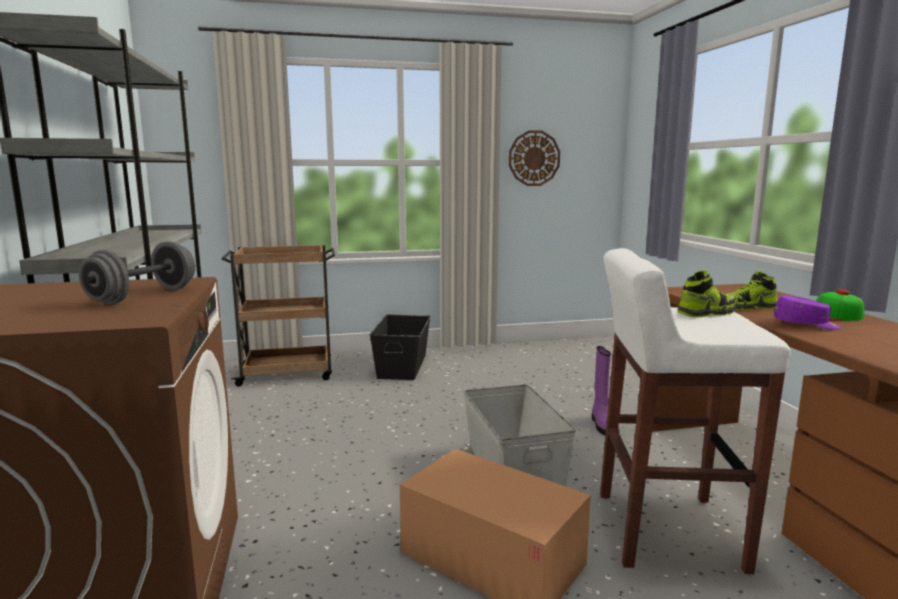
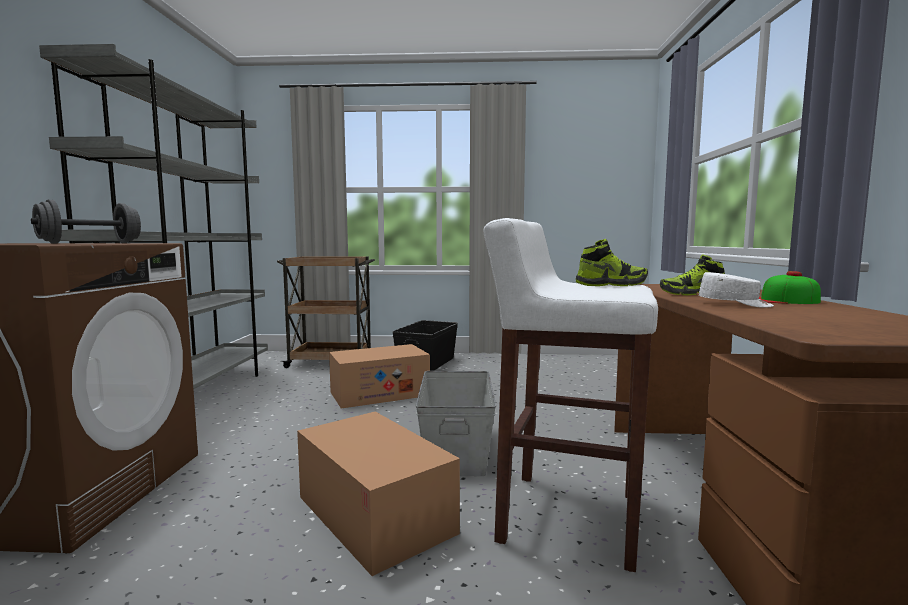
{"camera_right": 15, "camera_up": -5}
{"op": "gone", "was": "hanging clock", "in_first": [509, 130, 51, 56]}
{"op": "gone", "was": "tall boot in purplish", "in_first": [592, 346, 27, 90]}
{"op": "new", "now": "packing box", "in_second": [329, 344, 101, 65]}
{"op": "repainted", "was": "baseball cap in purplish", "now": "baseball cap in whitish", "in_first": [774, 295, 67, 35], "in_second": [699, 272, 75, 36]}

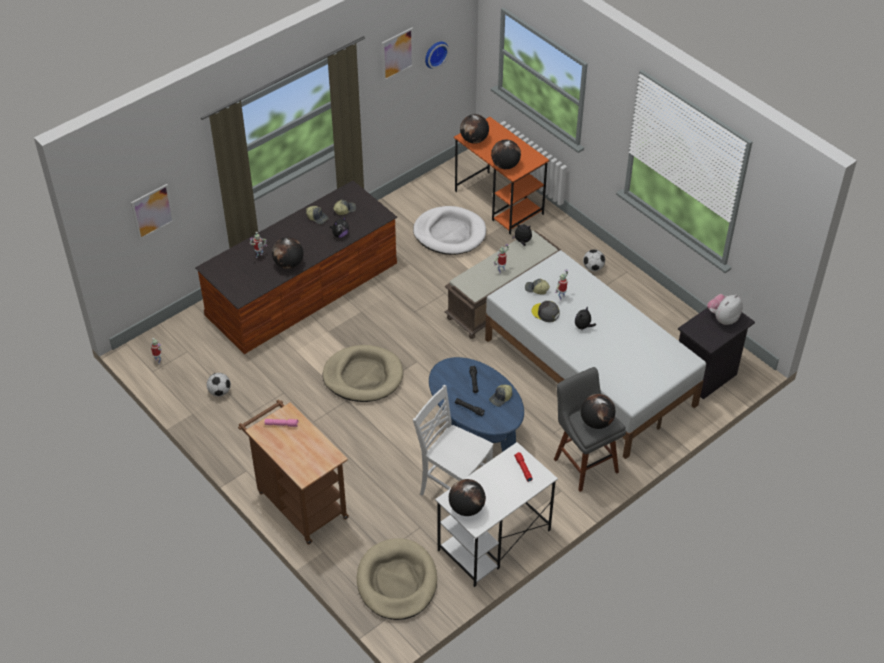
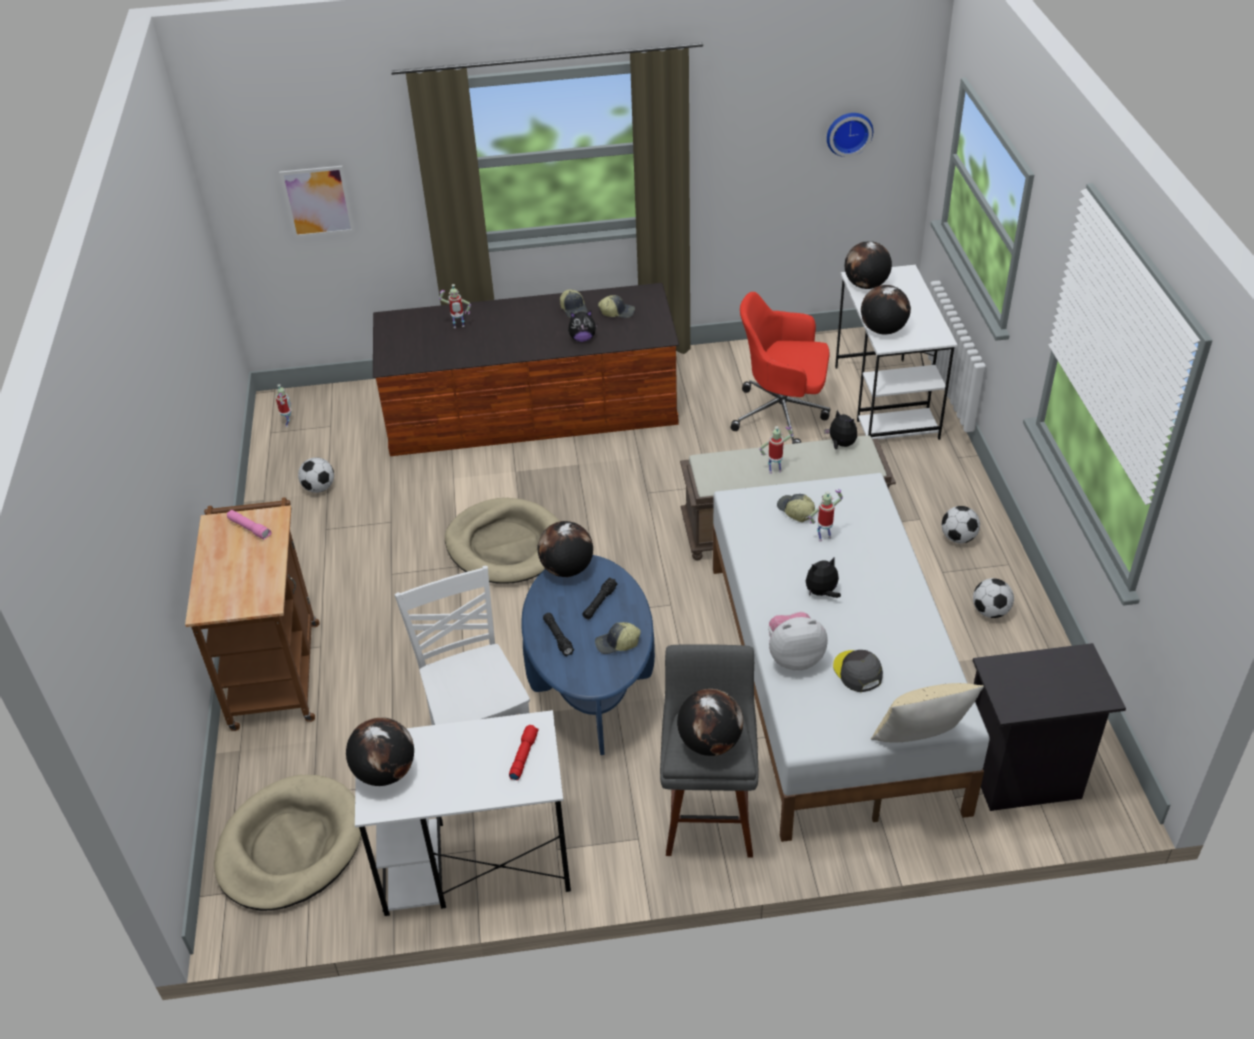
{"camera_right": 35, "camera_up": -5}
{"op": "gone", "was": "wall art", "in_first": [382, 27, 32, 54]}
{"op": "new", "now": "throw pillow in beige-coloured", "in_second": [871, 683, 113, 59]}
{"op": "new", "now": "football ball", "in_second": [973, 578, 41, 40]}
{"op": "shifted", "was": "desk globe", "in_first": [272, 237, 32, 32], "in_second": [537, 521, 56, 56]}
{"op": "shifted", "was": "baseball cap in grey", "in_first": [532, 301, 28, 21], "in_second": [833, 650, 50, 42]}
{"op": "shifted", "was": "plush toy", "in_first": [707, 294, 36, 31], "in_second": [768, 612, 60, 58]}
{"op": "swapped", "was": "dog bed in whitish", "now": "computer chair in reddish", "in_first": [413, 206, 73, 49], "in_second": [731, 292, 99, 152]}
{"op": "repainted", "was": "desk table in orange", "now": "desk table in whitish", "in_first": [454, 117, 96, 118], "in_second": [835, 265, 123, 175]}

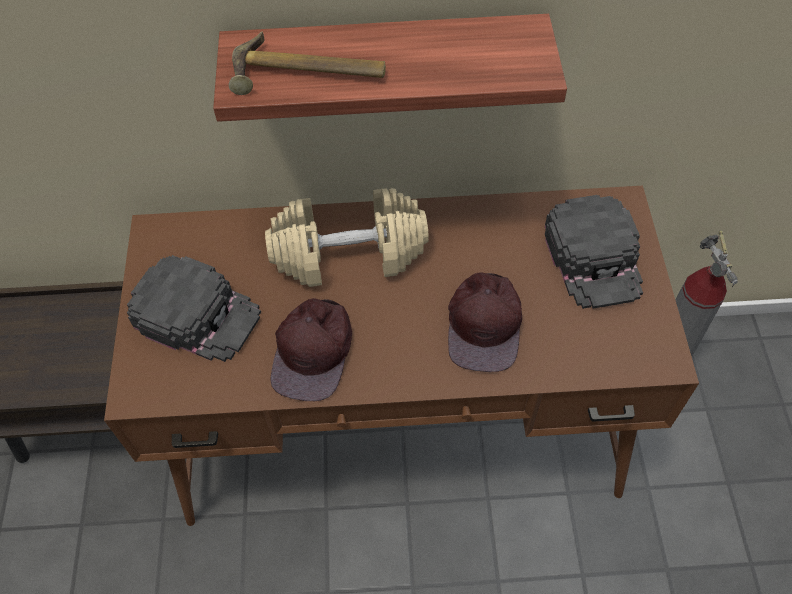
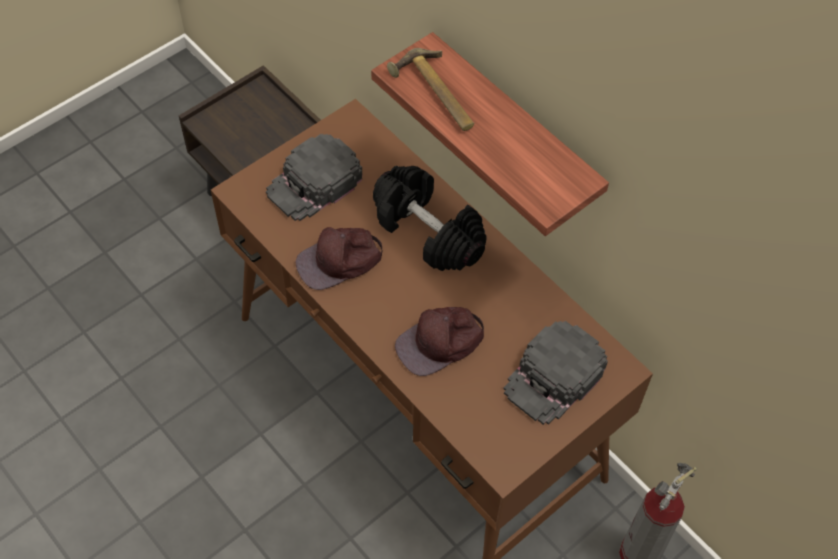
{"camera_right": 50, "camera_up": 0}
{"op": "repainted", "was": "hand weight in beige-coloured", "now": "hand weight in black", "in_first": [265, 188, 164, 99], "in_second": [373, 166, 114, 105]}
{"op": "rotated", "was": "baseball cap in black", "in_first": [127, 255, 134, 107], "in_second": [266, 134, 97, 87], "clockwise": 60}

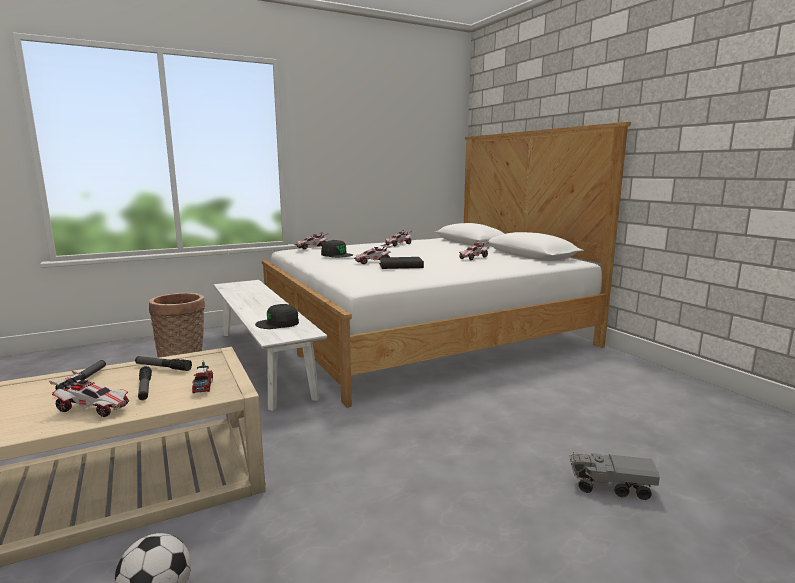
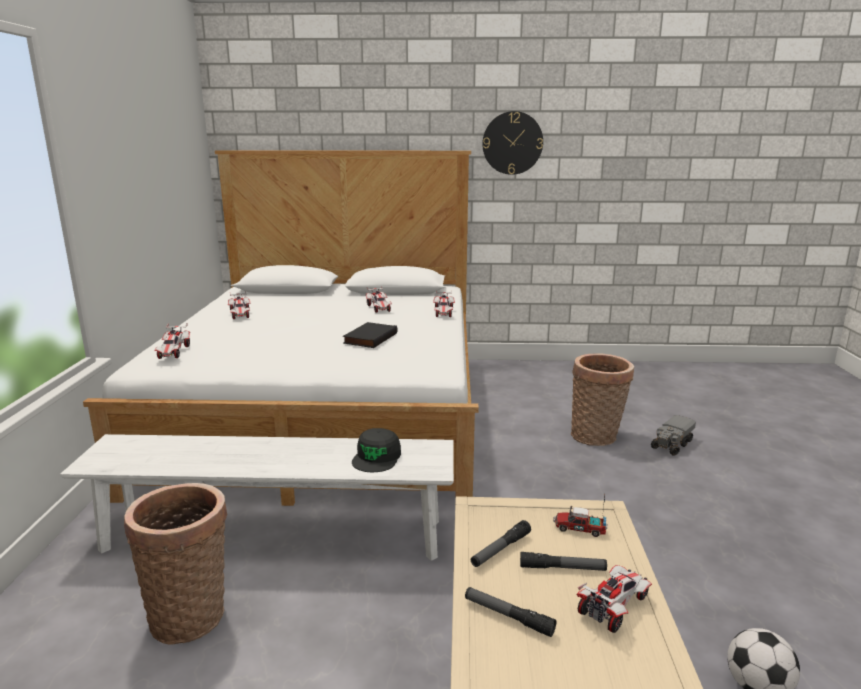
{"camera_right": -60, "camera_up": 5}
{"op": "gone", "was": "baseball cap in black", "in_first": [321, 240, 32, 18]}
{"op": "new", "now": "hanging clock", "in_second": [482, 111, 61, 64]}
{"op": "new", "now": "household basket", "in_second": [571, 354, 63, 92]}
{"op": "shifted", "was": "toy car", "in_first": [354, 244, 38, 20], "in_second": [433, 290, 22, 27]}

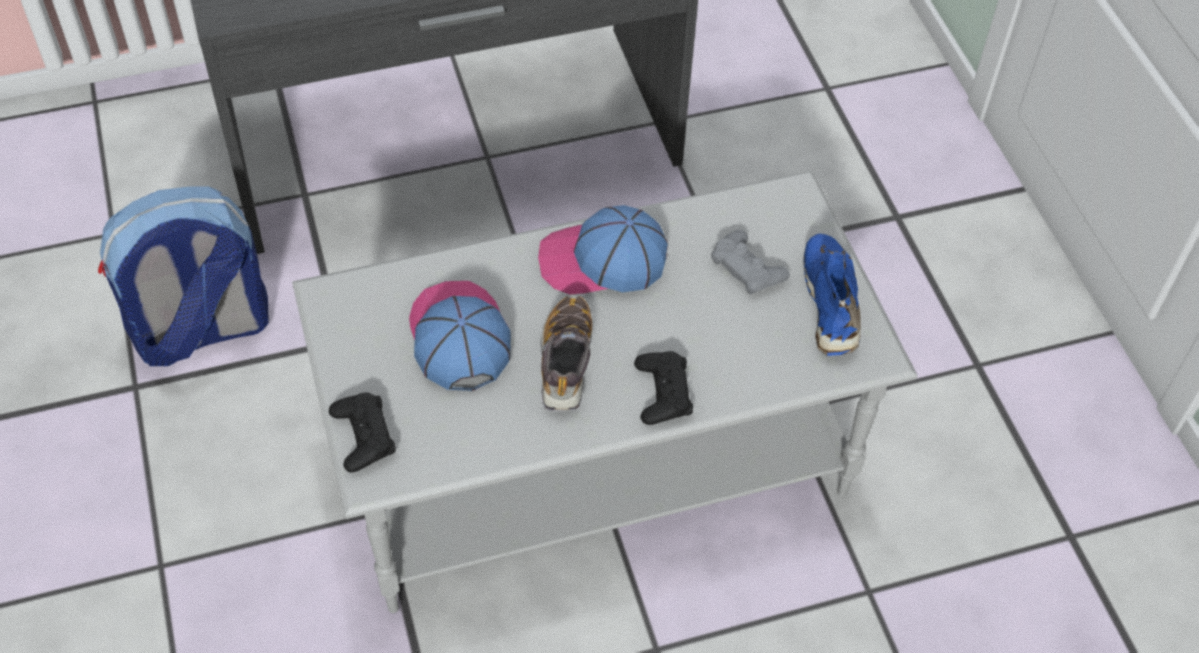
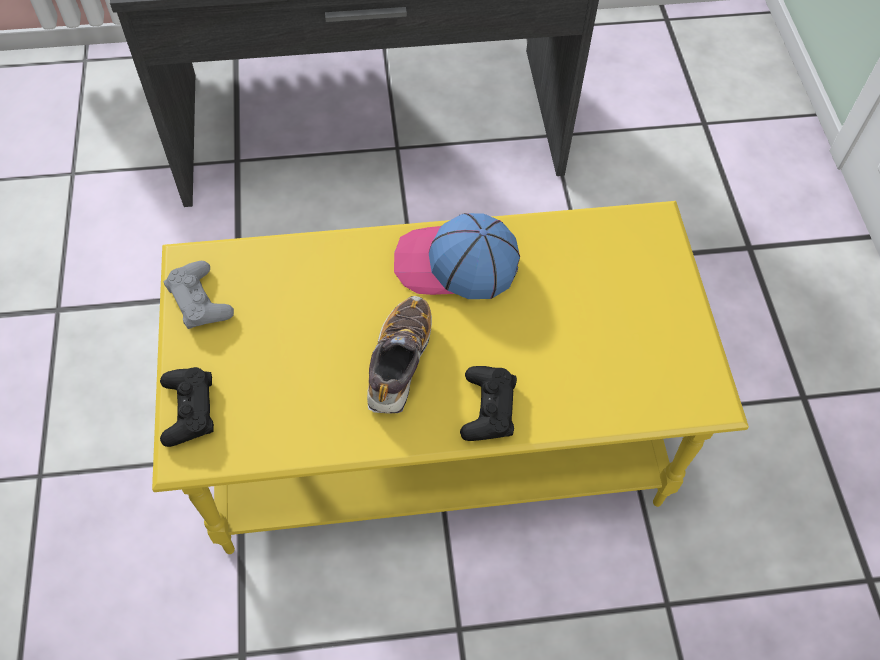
{"camera_right": 10, "camera_up": 5}
{"op": "gone", "was": "rucksack", "in_first": [98, 186, 171, 180]}
{"op": "gone", "was": "baseball cap", "in_first": [409, 281, 102, 110]}
{"op": "gone", "was": "item of footwear in bluish", "in_first": [803, 234, 58, 122]}
{"op": "shifted", "was": "gamepad in grey", "in_first": [711, 230, 79, 65], "in_second": [163, 261, 71, 68]}
{"op": "repainted", "was": "lounge table in grey", "now": "lounge table in yellow", "in_first": [292, 170, 626, 443], "in_second": [152, 201, 597, 353]}

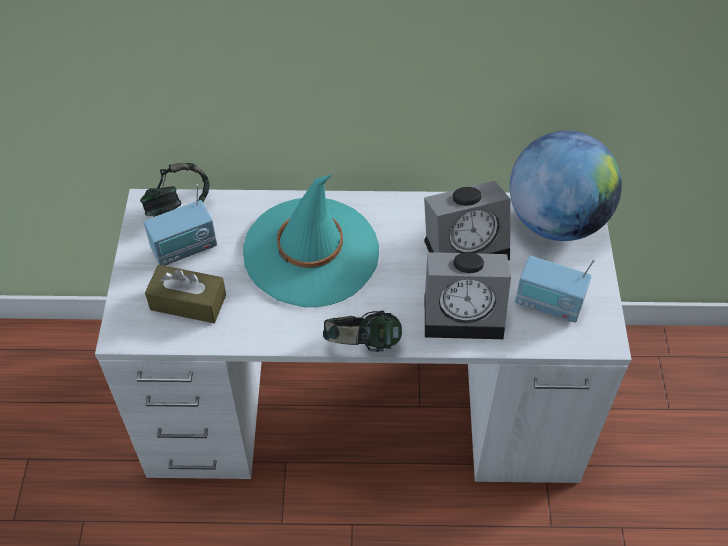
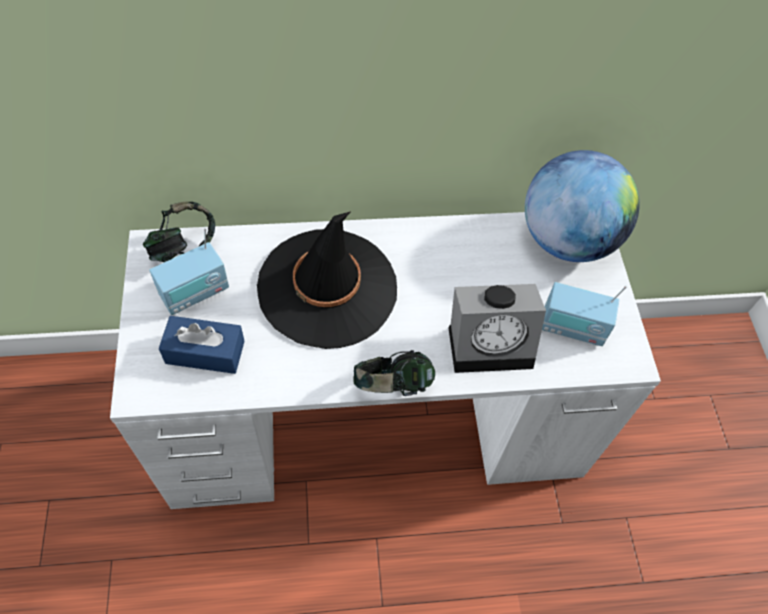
{"camera_right": -10, "camera_up": 5}
{"op": "gone", "was": "alarm clock", "in_first": [424, 181, 86, 79]}
{"op": "repainted", "was": "tissue holder in brown-coloured", "now": "tissue holder in bluish", "in_first": [145, 265, 81, 58], "in_second": [159, 316, 86, 58]}
{"op": "repainted", "was": "hat in blue-green", "now": "hat in black", "in_first": [243, 174, 136, 133], "in_second": [257, 211, 140, 138]}

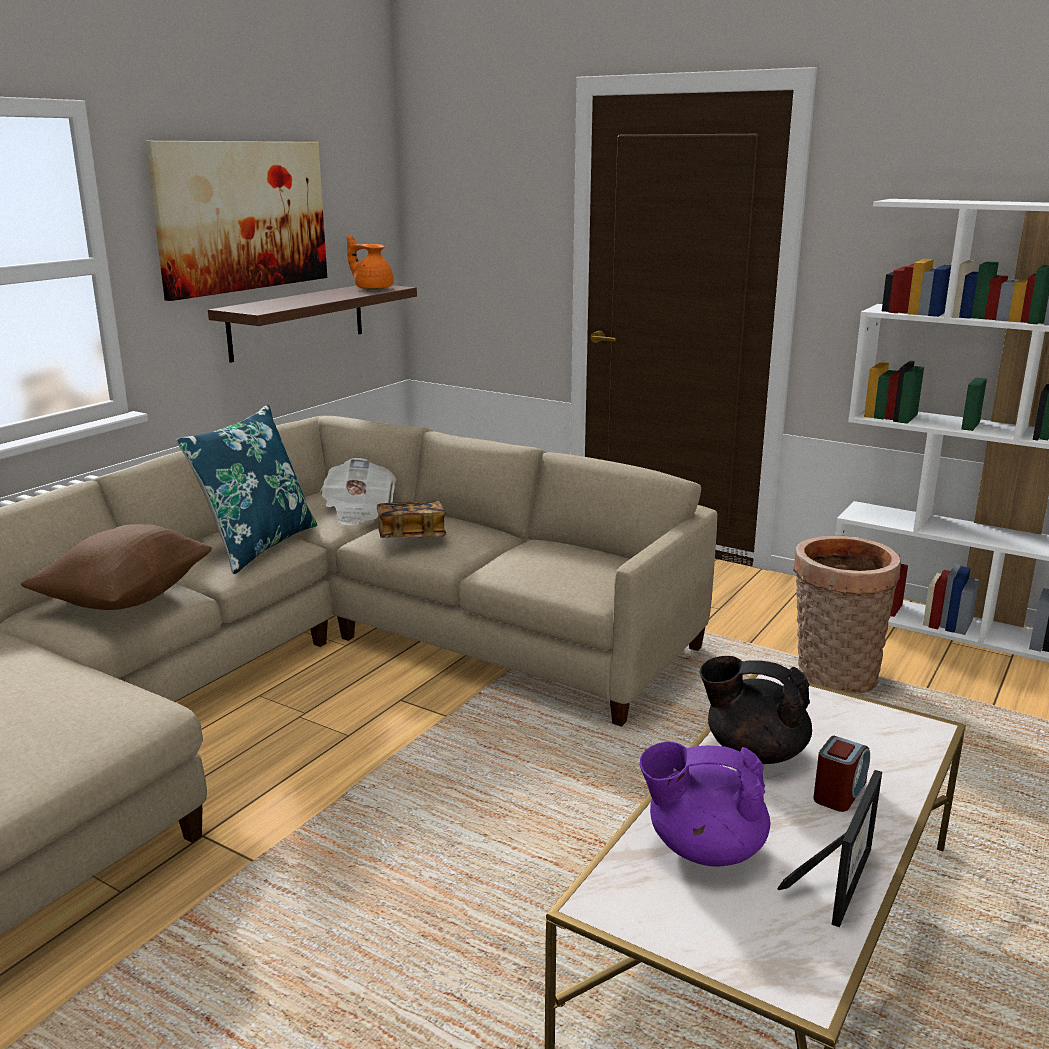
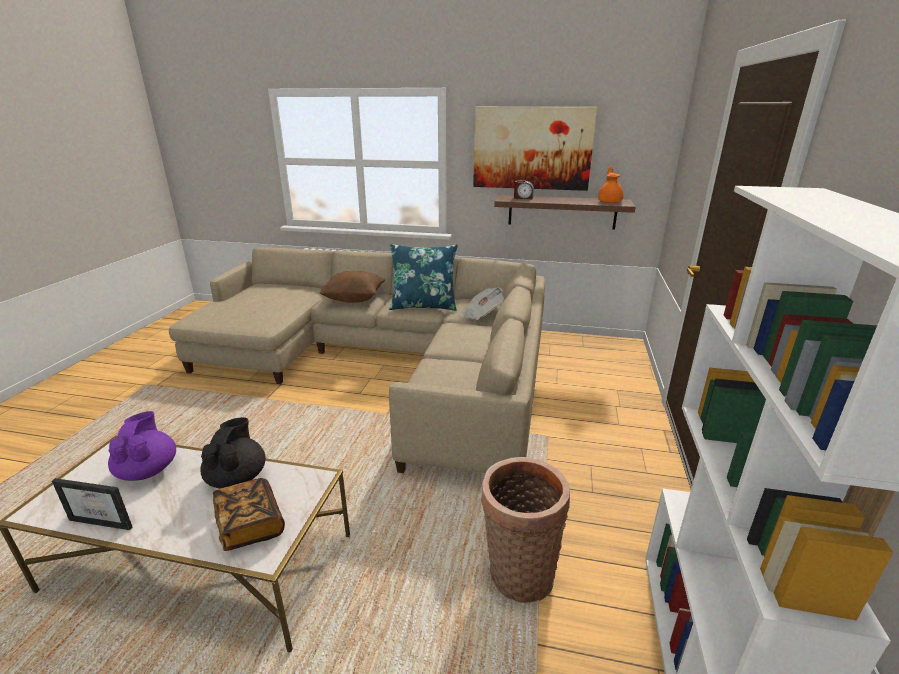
{"camera_right": 70, "camera_up": 5}
{"op": "shifted", "was": "book", "in_first": [377, 500, 69, 38], "in_second": [213, 478, 72, 73]}
{"op": "shifted", "was": "alarm clock", "in_first": [813, 736, 57, 76], "in_second": [514, 180, 20, 19]}

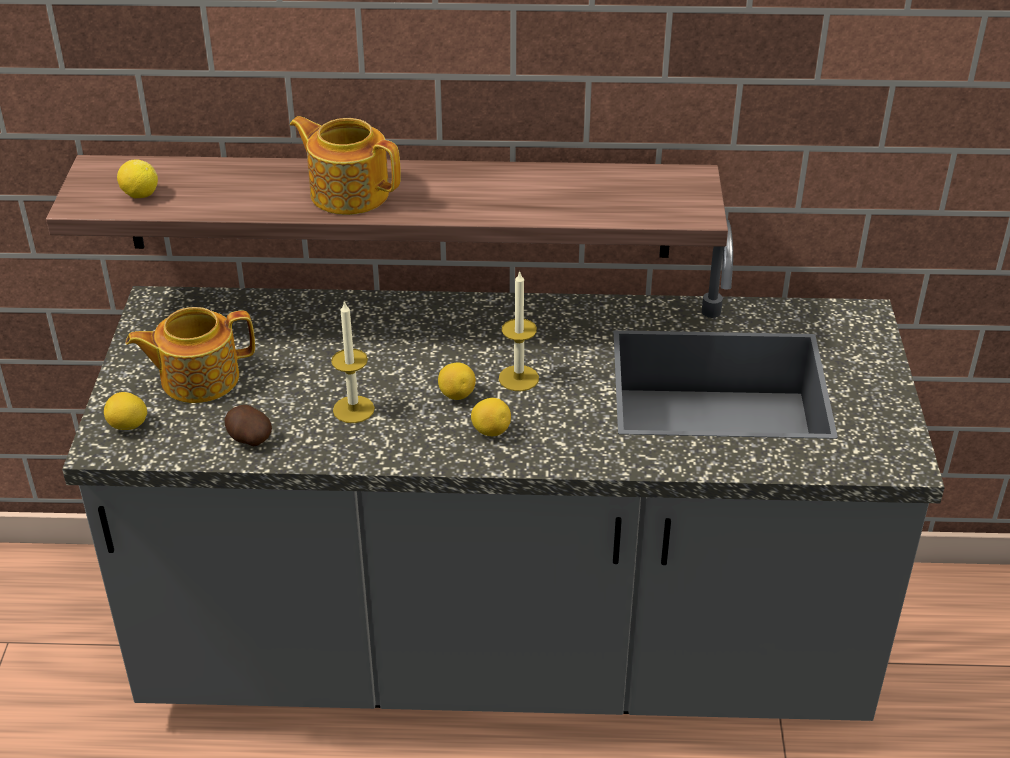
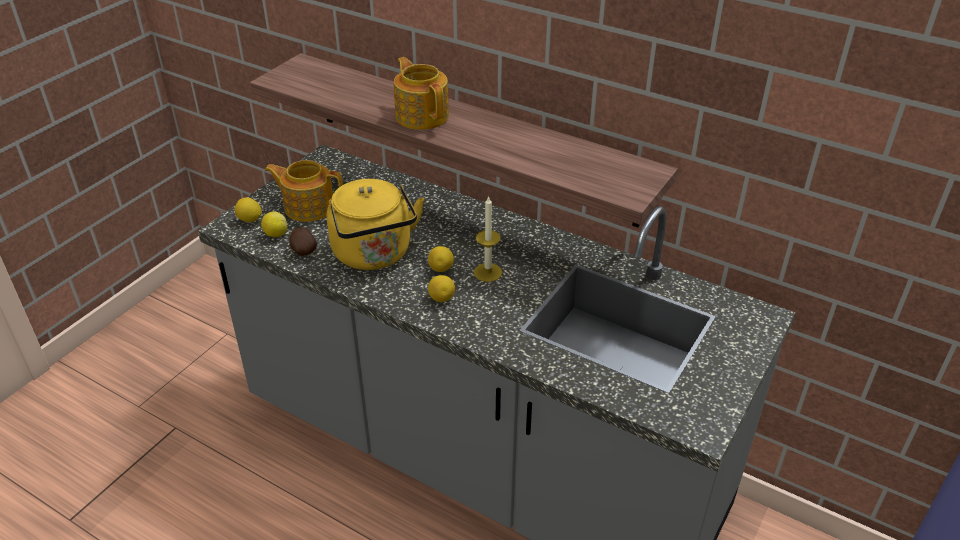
{"camera_right": 30, "camera_up": 0}
{"op": "shifted", "was": "lemon", "in_first": [117, 159, 41, 39], "in_second": [261, 211, 26, 26]}
{"op": "swapped", "was": "candle", "now": "water kettle in yellow", "in_first": [331, 301, 44, 122], "in_second": [327, 179, 97, 91]}

